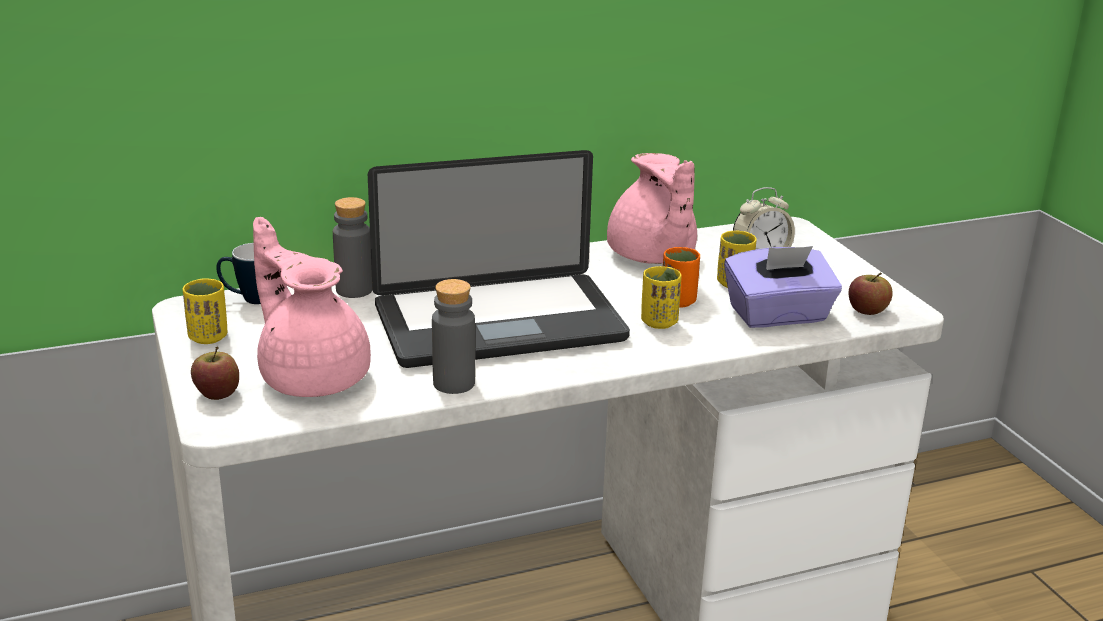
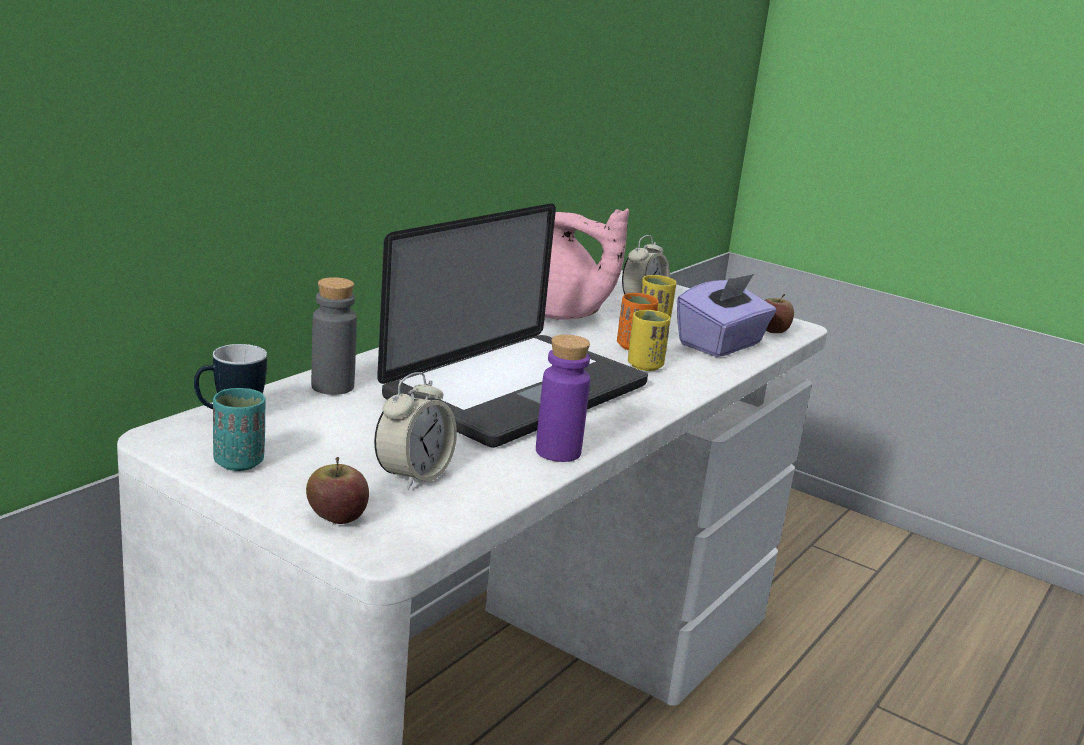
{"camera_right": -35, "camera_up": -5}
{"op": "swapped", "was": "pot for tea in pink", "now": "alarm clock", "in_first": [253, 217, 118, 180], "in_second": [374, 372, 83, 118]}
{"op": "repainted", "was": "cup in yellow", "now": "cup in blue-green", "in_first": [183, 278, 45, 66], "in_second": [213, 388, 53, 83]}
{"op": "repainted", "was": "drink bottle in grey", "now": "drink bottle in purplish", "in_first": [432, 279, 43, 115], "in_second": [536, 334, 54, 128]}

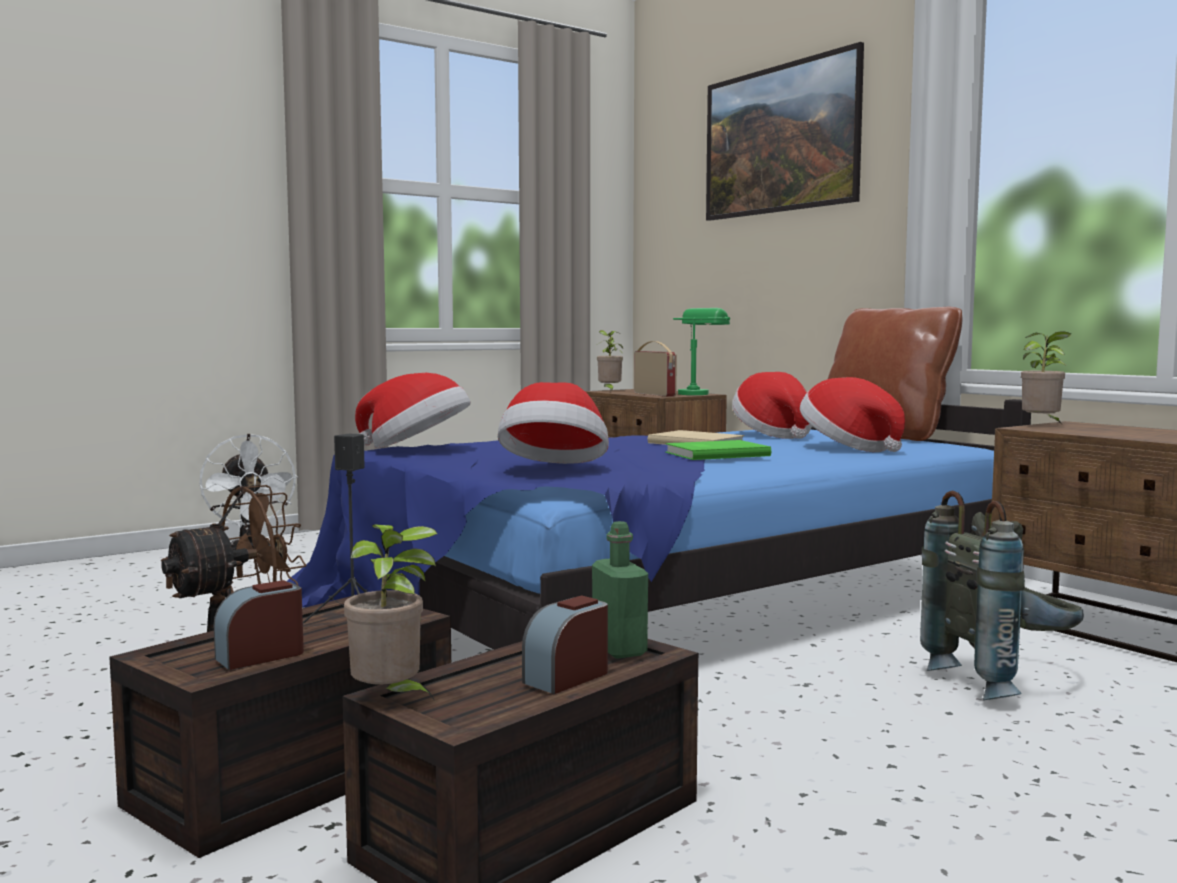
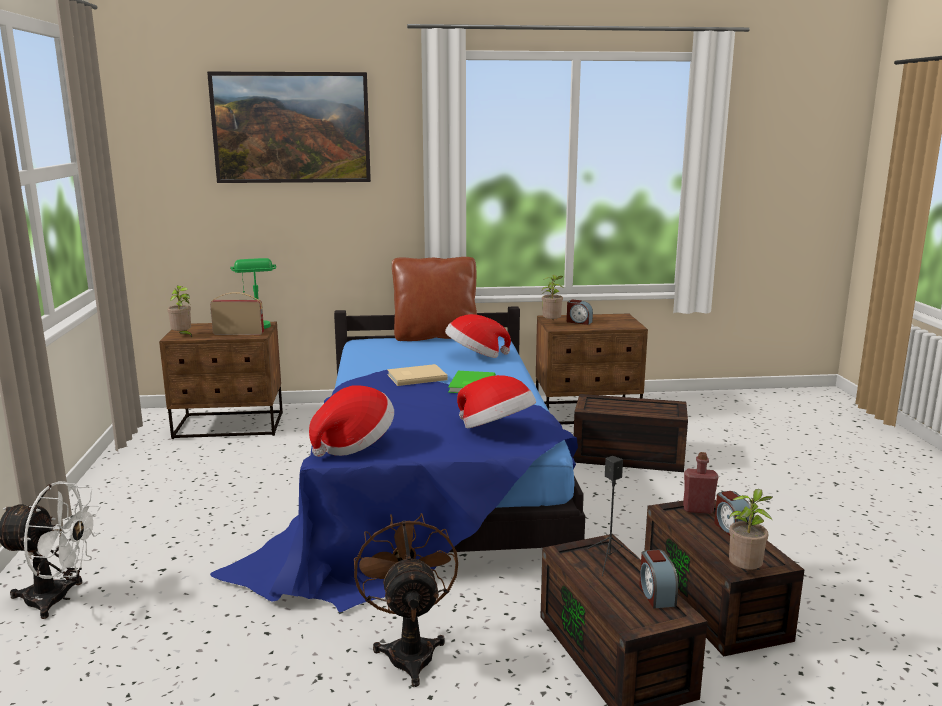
{"camera_right": -60, "camera_up": 10}
{"op": "gone", "was": "hat", "in_first": [732, 372, 80, 67]}
{"op": "new", "now": "alarm clock", "in_second": [567, 299, 26, 26]}
{"op": "swapped", "was": "rucksack in grey", "now": "storage box in brown-coloured", "in_first": [920, 490, 164, 210], "in_second": [573, 394, 115, 78]}
{"op": "repainted", "was": "drink bottle in greenish", "now": "drink bottle in reddish", "in_first": [592, 521, 56, 137], "in_second": [683, 452, 35, 62]}

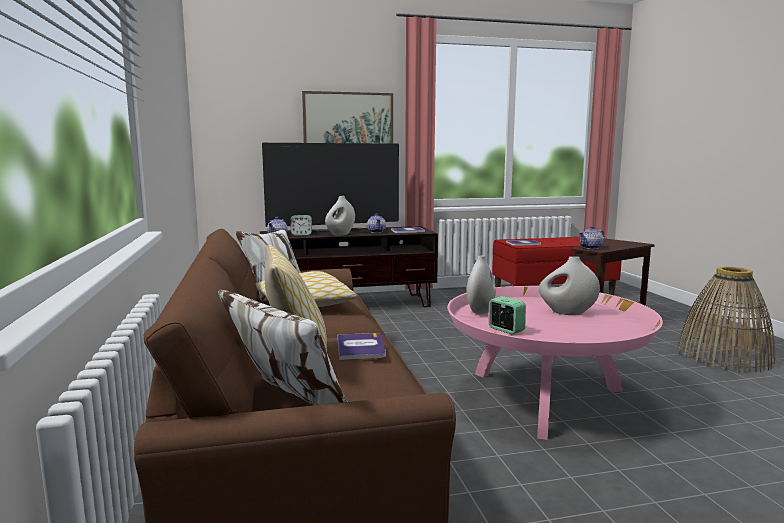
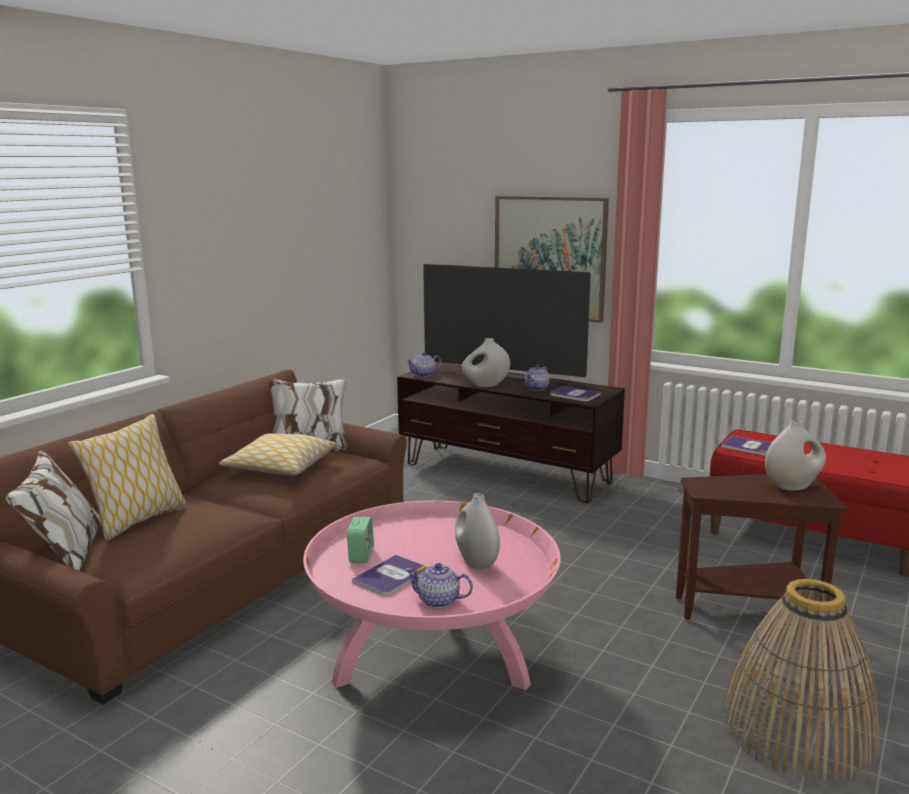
{"camera_right": 45, "camera_up": 5}
{"op": "gone", "was": "alarm clock", "in_first": [290, 215, 22, 20]}
{"op": "shifted", "was": "book", "in_first": [337, 333, 49, 27], "in_second": [352, 555, 75, 41]}
{"op": "shifted", "was": "vase in whitish", "in_first": [467, 255, 29, 59], "in_second": [765, 420, 61, 70]}
{"op": "shifted", "was": "pot for tea", "in_first": [579, 226, 26, 23], "in_second": [405, 563, 68, 45]}

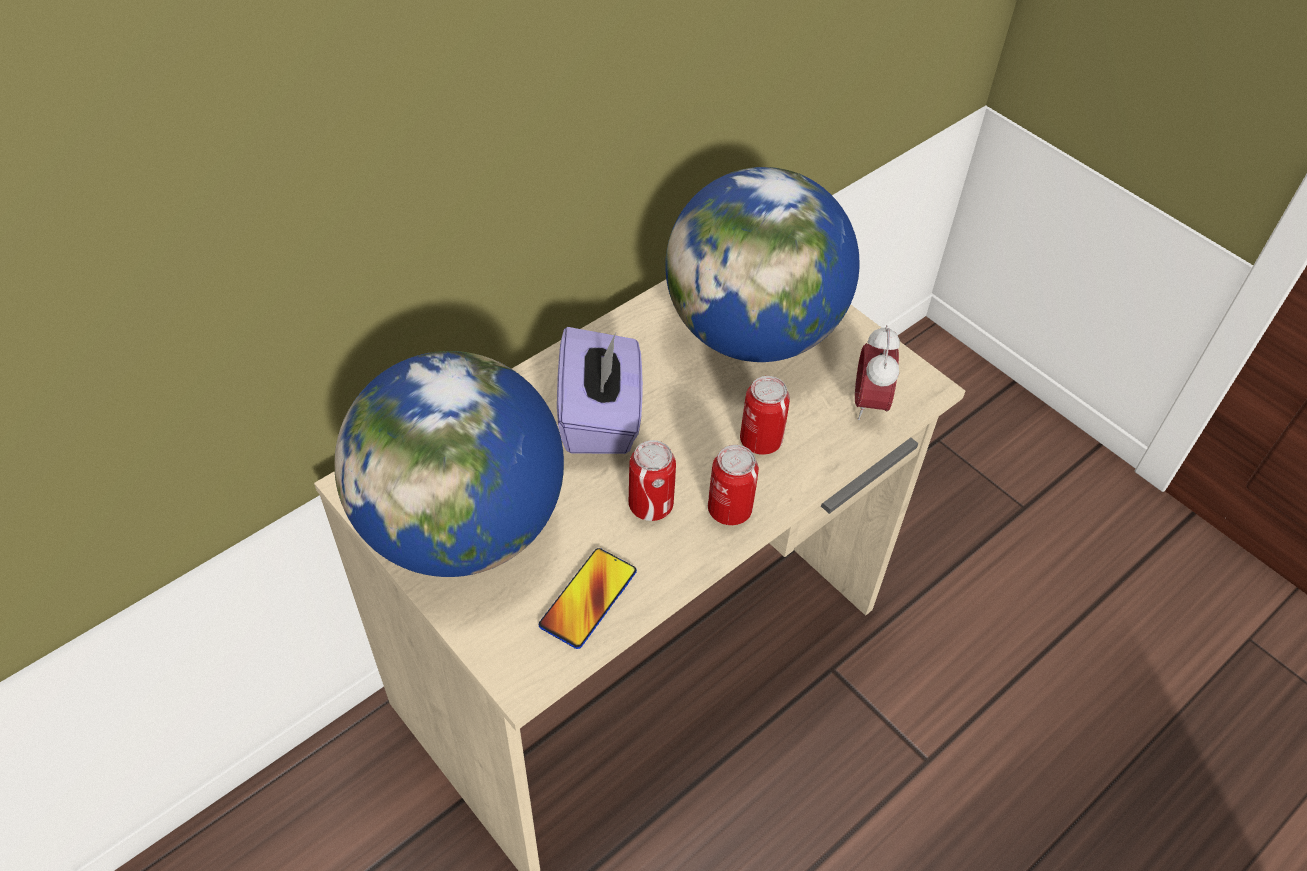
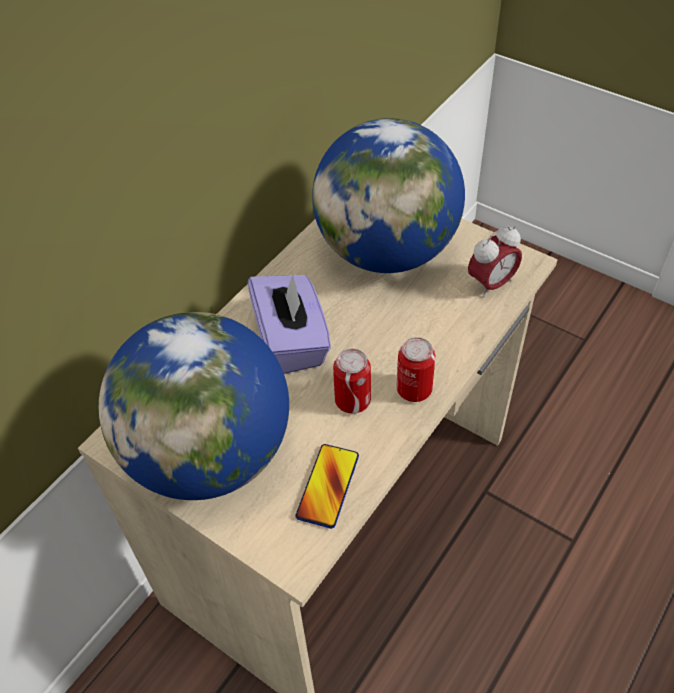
{"camera_right": -10, "camera_up": 0}
{"op": "gone", "was": "sealed can", "in_first": [740, 376, 50, 79]}
{"op": "rotated", "was": "alarm clock", "in_first": [855, 325, 45, 95], "in_second": [468, 225, 54, 73], "clockwise": -120}

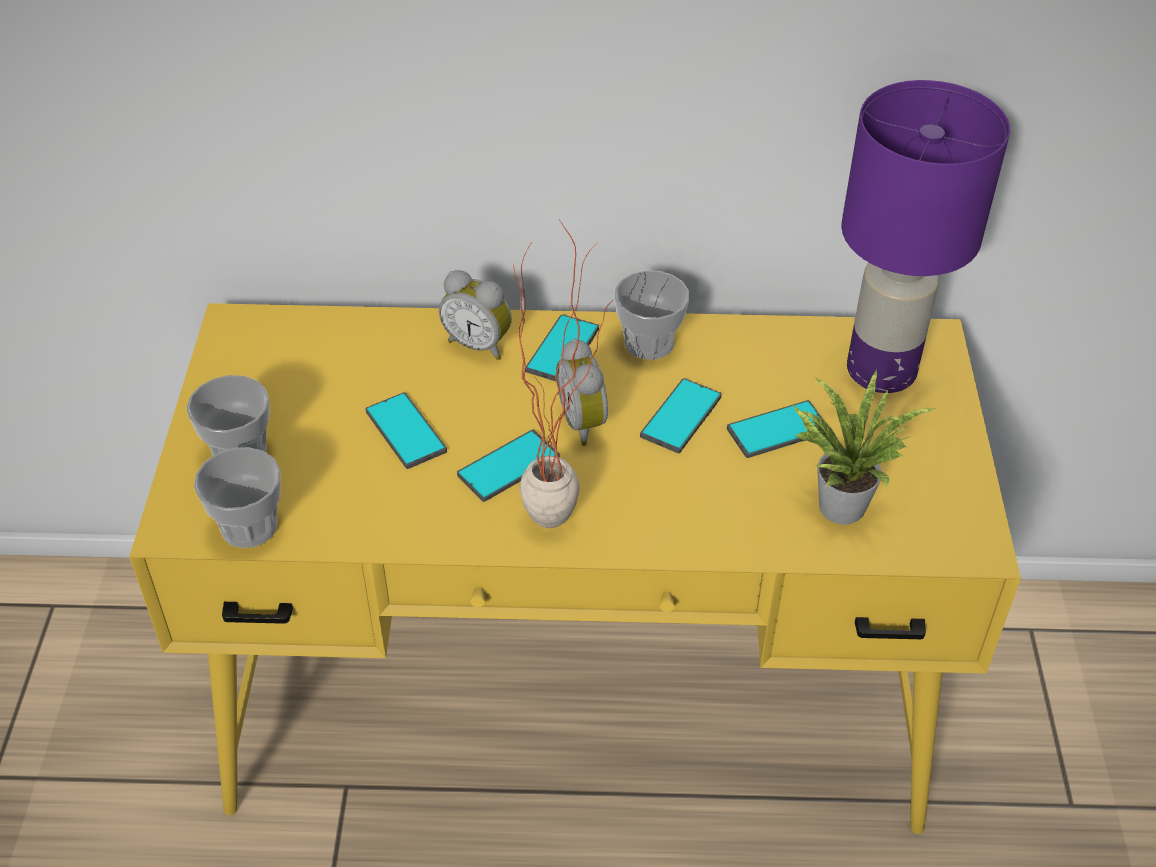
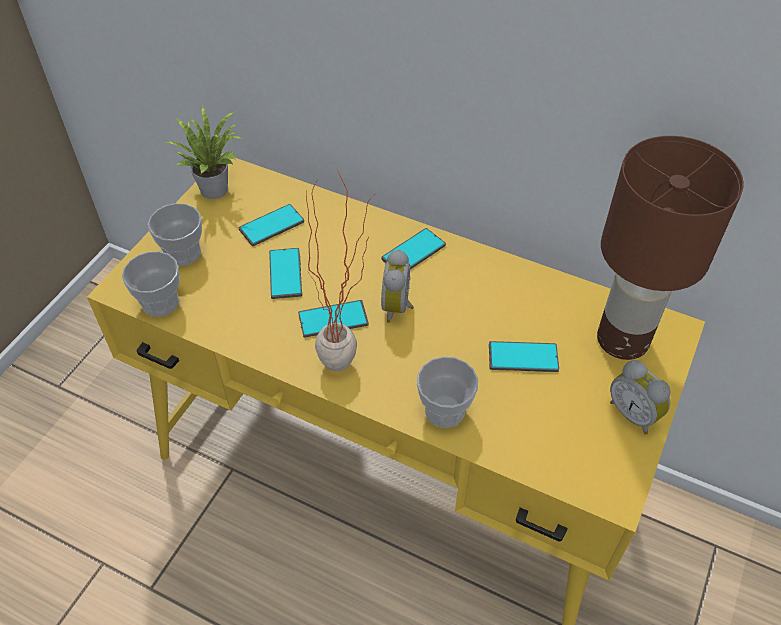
{"camera_right": 25, "camera_up": 5}
{"op": "shifted", "was": "alarm clock", "in_first": [439, 270, 73, 90], "in_second": [610, 360, 60, 75]}
{"op": "shifted", "was": "cup", "in_first": [615, 270, 74, 90], "in_second": [417, 356, 61, 72]}
{"op": "shifted", "was": "phone", "in_first": [640, 378, 82, 75], "in_second": [239, 204, 65, 42]}
{"op": "shifted", "was": "potted plant", "in_first": [794, 370, 140, 155], "in_second": [166, 106, 76, 93]}
{"op": "repainted", "was": "tabletop lamp in purplish", "now": "tabletop lamp in brown-coloured", "in_first": [841, 80, 169, 313], "in_second": [597, 136, 147, 224]}

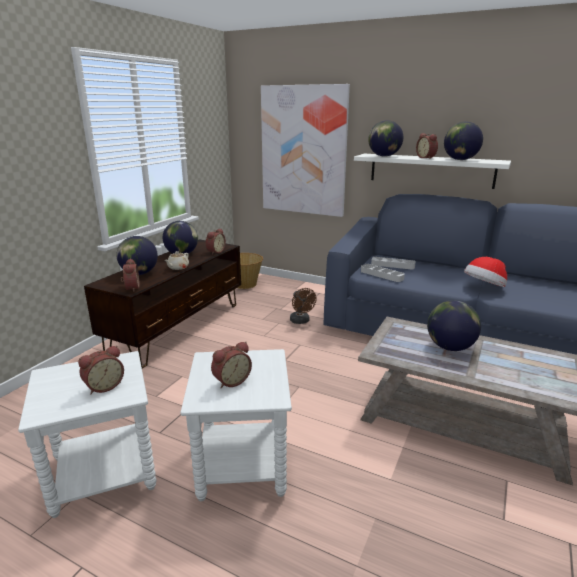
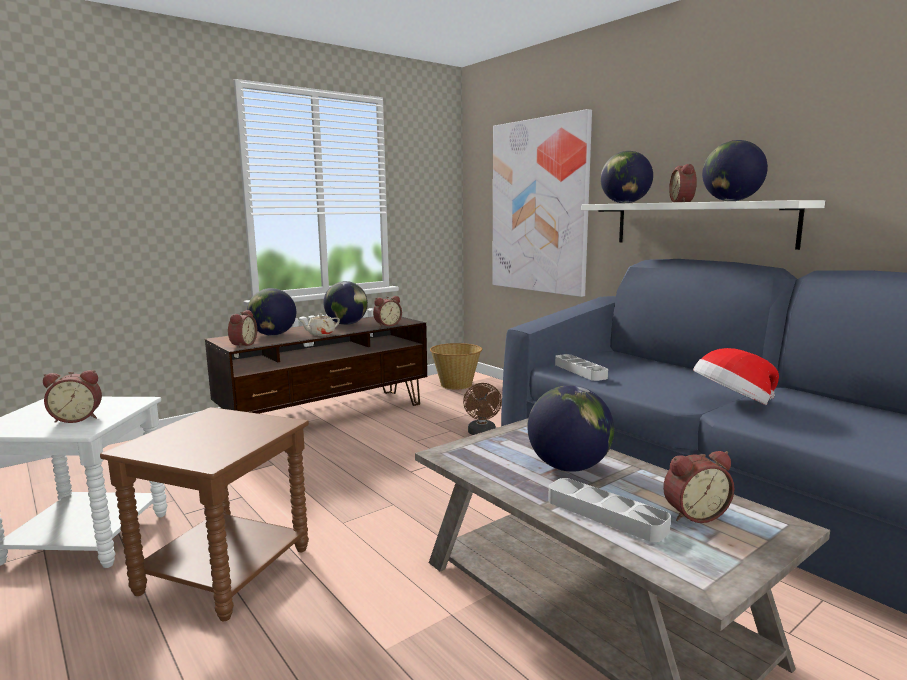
{"camera_right": 25, "camera_up": -10}
{"op": "shifted", "was": "alarm clock", "in_first": [211, 342, 41, 46], "in_second": [663, 451, 71, 72]}
{"op": "shifted", "was": "serving tray in grey", "in_first": [371, 257, 45, 13], "in_second": [548, 478, 123, 64]}
{"op": "repainted", "was": "end table in whitish", "now": "end table in brown-coloured", "in_first": [181, 349, 111, 152], "in_second": [100, 407, 209, 214]}

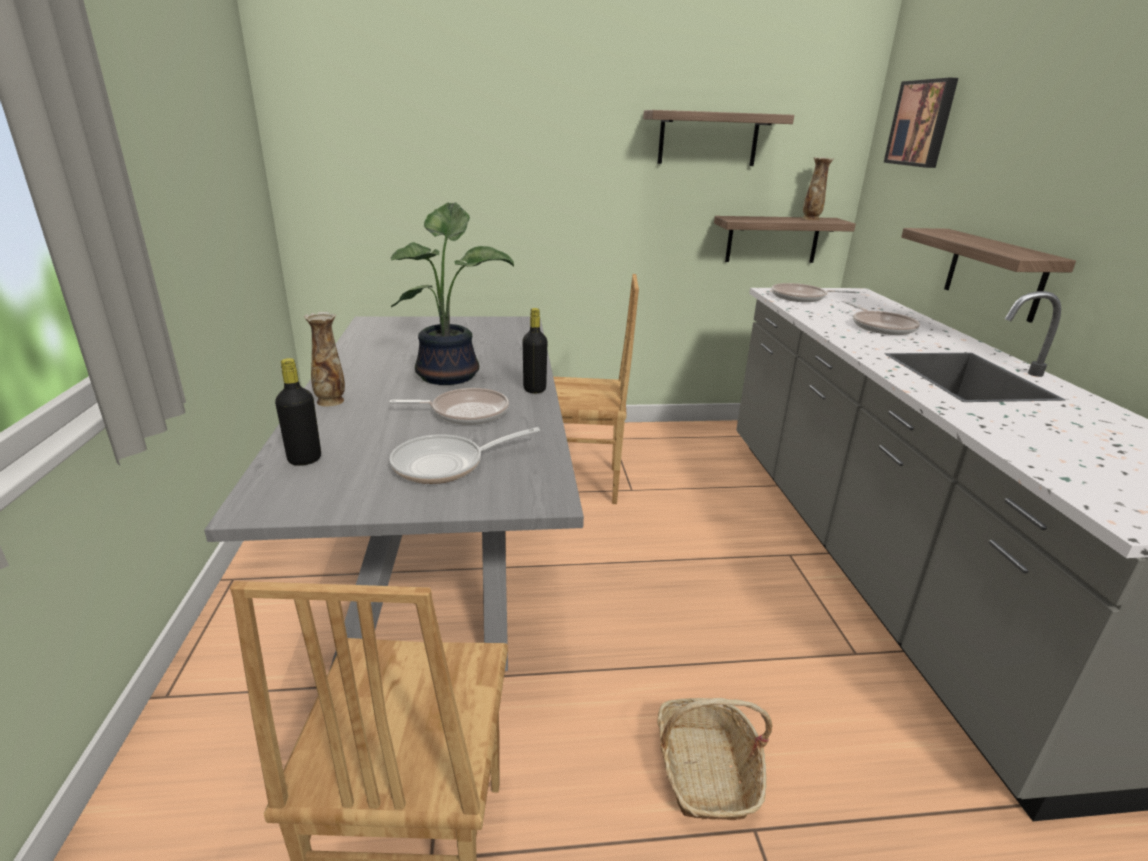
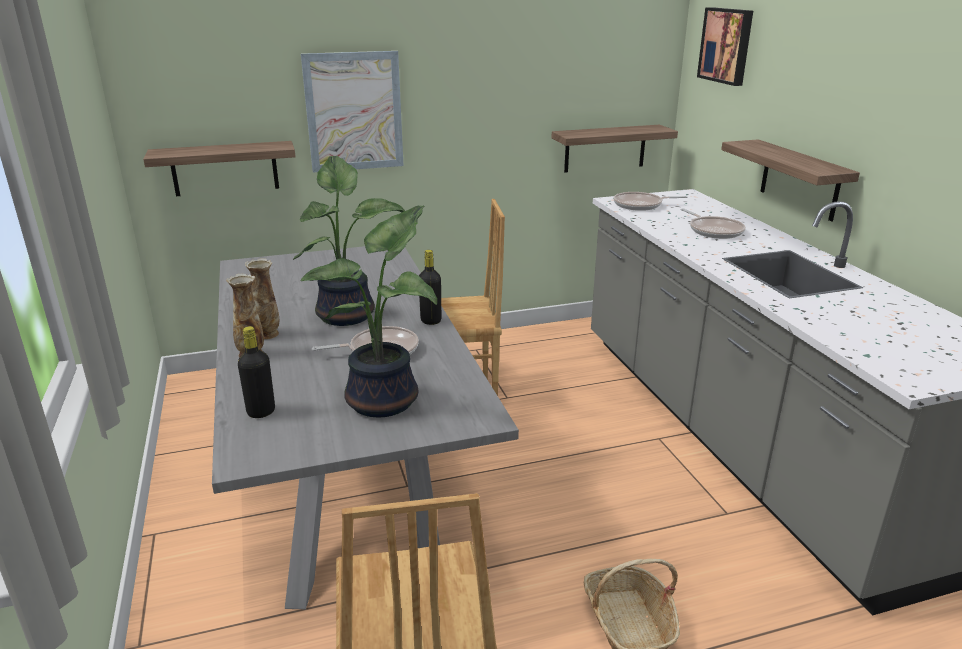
{"camera_right": -10, "camera_up": 0}
{"op": "new", "now": "wall art", "in_second": [301, 51, 103, 121]}
{"op": "shifted", "was": "wall shelf", "in_first": [643, 110, 151, 56], "in_second": [143, 141, 153, 55]}
{"op": "shifted", "was": "vase", "in_first": [802, 157, 32, 63], "in_second": [245, 258, 34, 82]}
{"op": "swapped", "was": "skillet", "now": "potted plant", "in_first": [389, 427, 151, 57], "in_second": [300, 206, 137, 211]}

